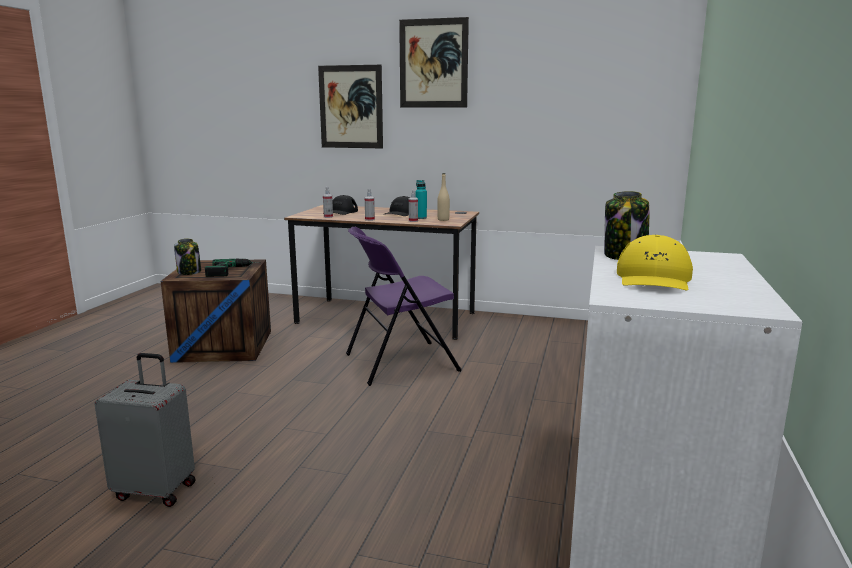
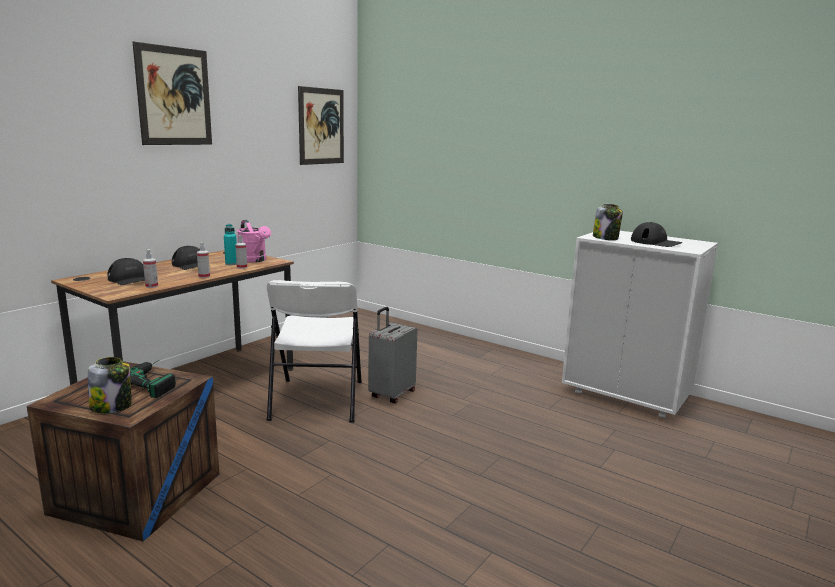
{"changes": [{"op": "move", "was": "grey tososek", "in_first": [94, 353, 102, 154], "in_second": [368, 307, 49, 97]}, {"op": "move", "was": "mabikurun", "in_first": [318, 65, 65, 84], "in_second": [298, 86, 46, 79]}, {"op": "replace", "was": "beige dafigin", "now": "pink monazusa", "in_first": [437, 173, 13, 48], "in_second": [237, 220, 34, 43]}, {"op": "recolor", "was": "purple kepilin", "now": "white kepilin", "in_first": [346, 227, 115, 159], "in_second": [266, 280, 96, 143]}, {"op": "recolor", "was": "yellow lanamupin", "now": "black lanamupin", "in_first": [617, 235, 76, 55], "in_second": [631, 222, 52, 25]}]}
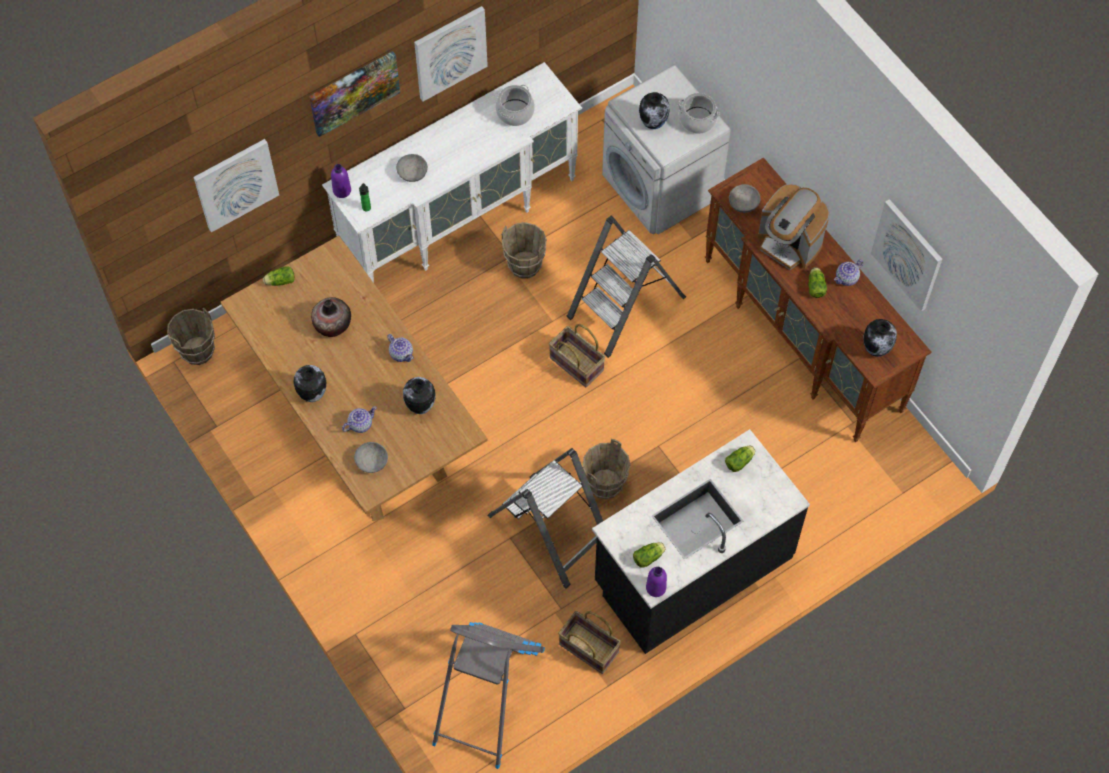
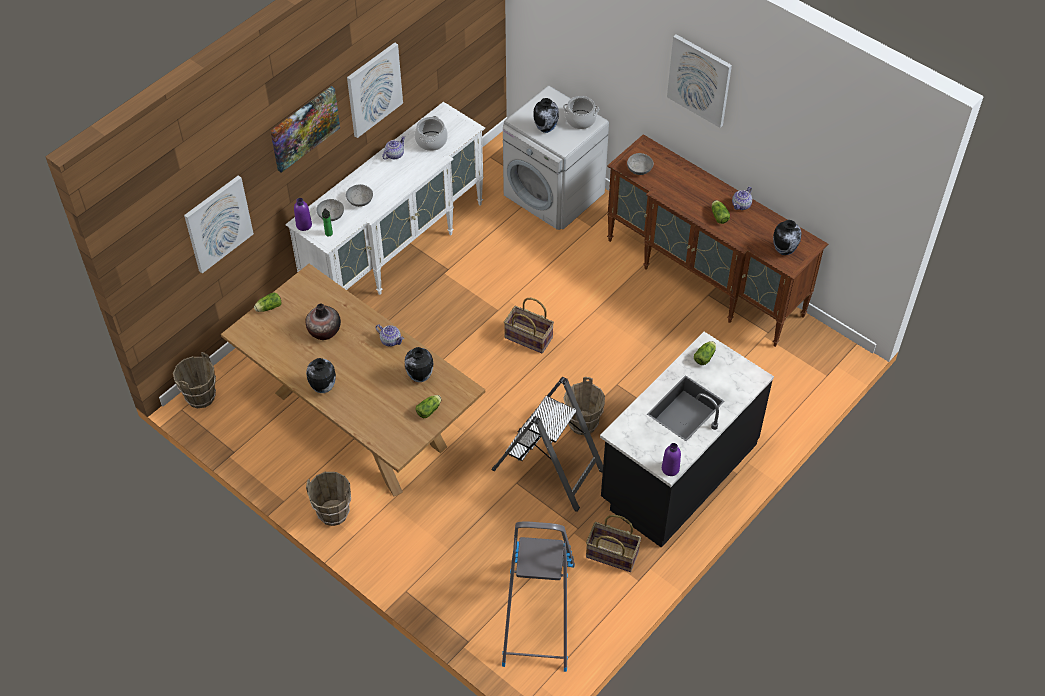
{"changes": [{"op": "delete", "was": "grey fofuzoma", "in_first": [567, 216, 119, 142]}, {"op": "delete", "was": "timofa", "in_first": [757, 184, 73, 86]}, {"op": "move", "was": "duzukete", "in_first": [342, 406, 35, 27], "in_second": [382, 136, 23, 23]}, {"op": "move", "was": "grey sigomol", "in_first": [354, 442, 34, 31], "in_second": [316, 199, 28, 22]}, {"op": "move", "was": "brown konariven", "in_first": [502, 222, 45, 57], "in_second": [306, 472, 45, 54]}, {"op": "move", "was": "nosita", "in_first": [633, 542, 33, 26], "in_second": [415, 395, 27, 23]}, {"op": "move", "was": "mabikurun", "in_first": [871, 199, 71, 112], "in_second": [667, 34, 65, 94]}]}
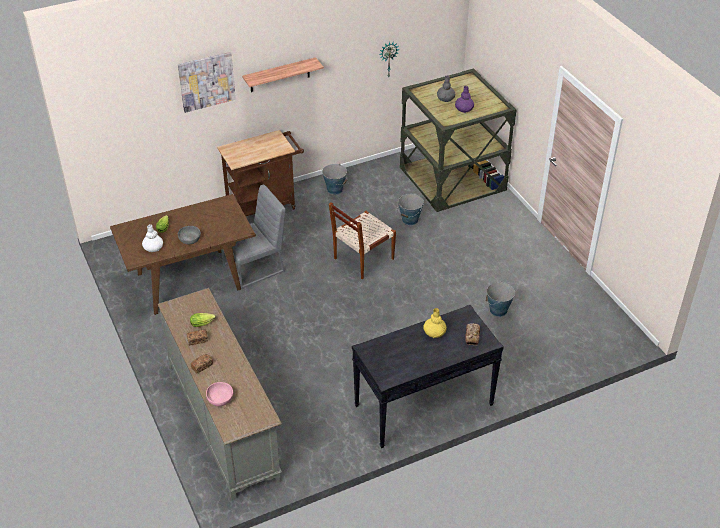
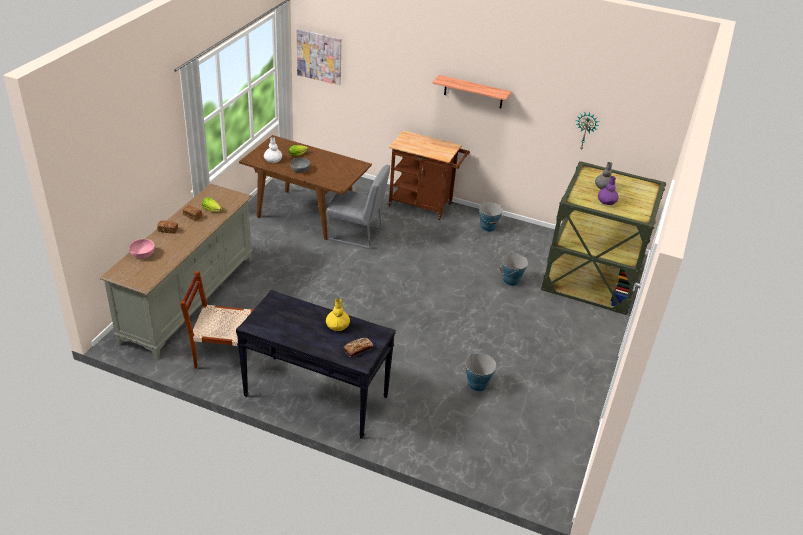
{"changes": [{"op": "move", "was": "mabikurun", "in_first": [178, 52, 58, 61], "in_second": [297, 29, 45, 56]}, {"op": "move", "was": "kepilin", "in_first": [329, 202, 67, 78], "in_second": [180, 271, 74, 98]}]}
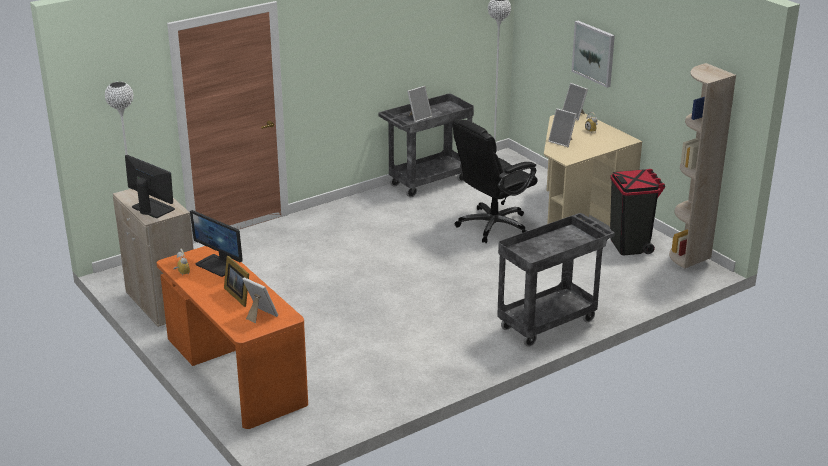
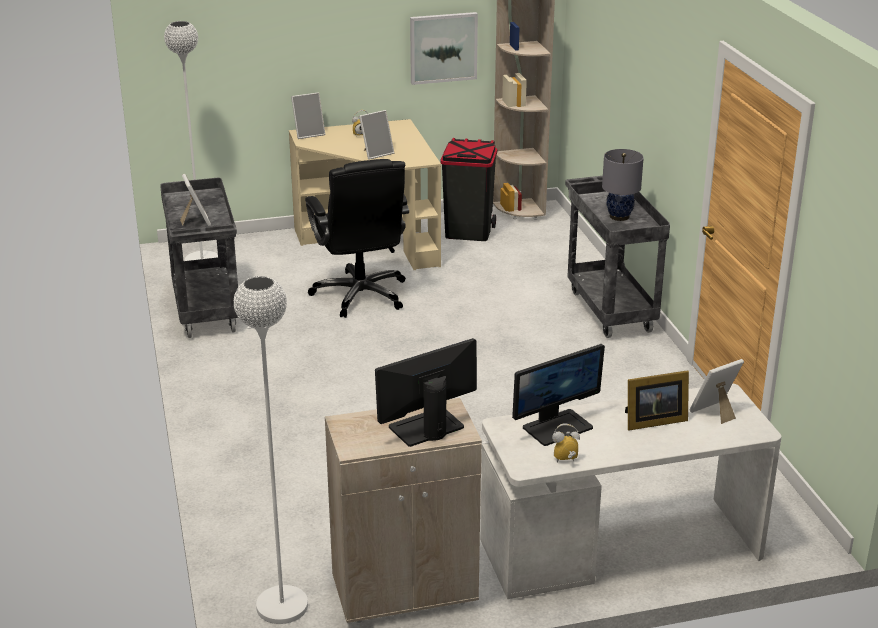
{"changes": [{"op": "insert", "now": "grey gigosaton", "in_second": [602, 149, 42, 72]}, {"op": "move", "was": "mabikurun", "in_first": [572, 21, 43, 67], "in_second": [410, 12, 68, 73]}, {"op": "recolor", "was": "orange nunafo", "now": "white nunafo", "in_first": [157, 246, 151, 183], "in_second": [480, 384, 302, 215]}]}
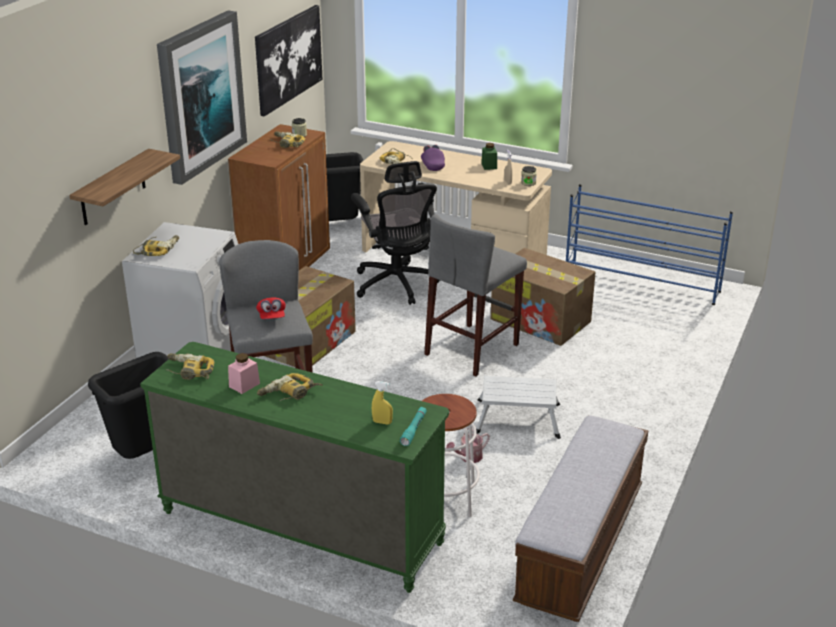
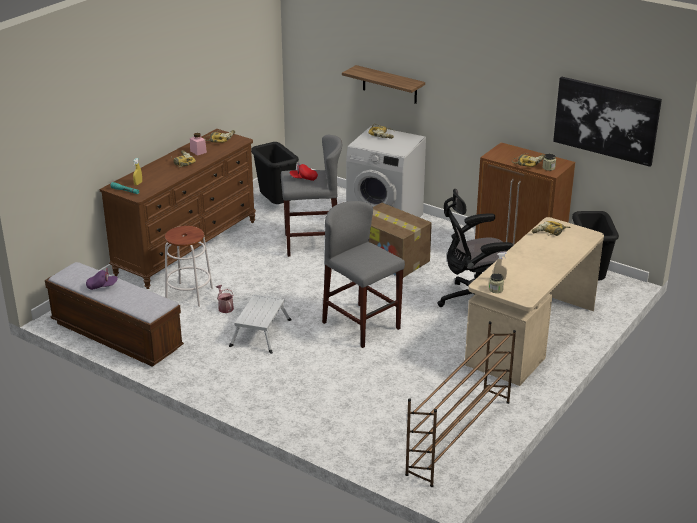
{"changes": [{"op": "delete", "was": "mabikurun", "in_first": [157, 11, 90, 174]}, {"op": "delete", "was": "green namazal", "in_first": [481, 143, 16, 27]}, {"op": "delete", "was": "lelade", "in_first": [491, 248, 104, 98]}, {"op": "move", "was": "purple lanamupin", "in_first": [421, 145, 24, 26], "in_second": [86, 268, 32, 22]}, {"op": "recolor", "was": "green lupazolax", "now": "brown lupazolax", "in_first": [140, 342, 309, 251], "in_second": [99, 129, 157, 160]}, {"op": "recolor", "was": "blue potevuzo", "now": "brown potevuzo", "in_first": [566, 184, 167, 121], "in_second": [405, 321, 111, 166]}]}
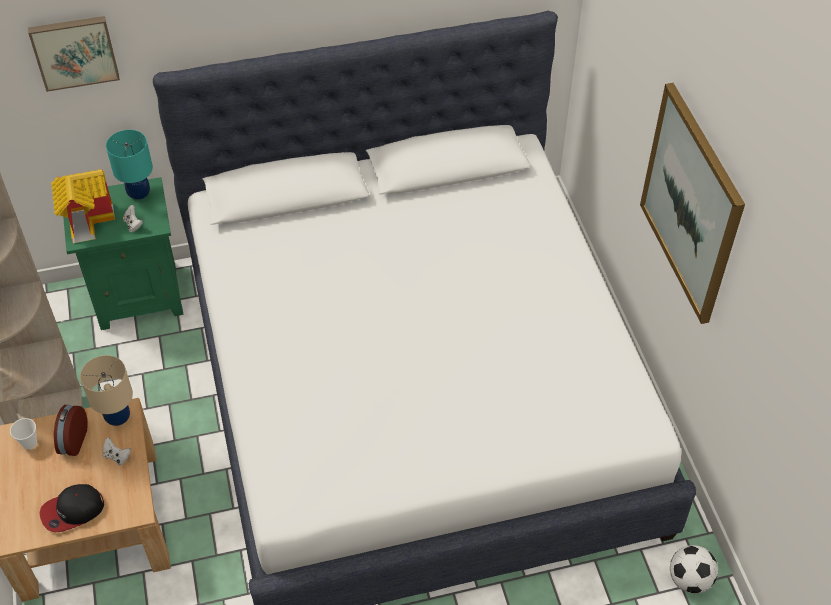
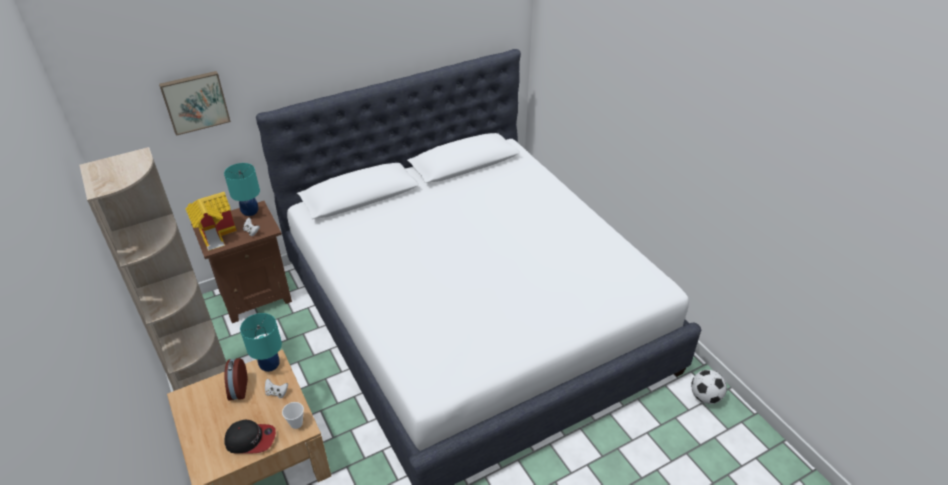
{"changes": [{"op": "delete", "was": "mabikurun", "in_first": [640, 83, 105, 241]}, {"op": "move", "was": "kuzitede", "in_first": [10, 418, 27, 31], "in_second": [282, 402, 22, 27]}, {"op": "recolor", "was": "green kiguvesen", "now": "brown kiguvesen", "in_first": [63, 177, 120, 153], "in_second": [191, 201, 101, 122]}, {"op": "recolor", "was": "beige gigosaton", "now": "turquoise gigosaton", "in_first": [80, 355, 53, 71], "in_second": [240, 313, 42, 59]}, {"op": "rotate", "was": "lanamupin", "in_first": [39, 484, 65, 48], "in_second": [224, 420, 52, 34], "clockwise": -135}]}
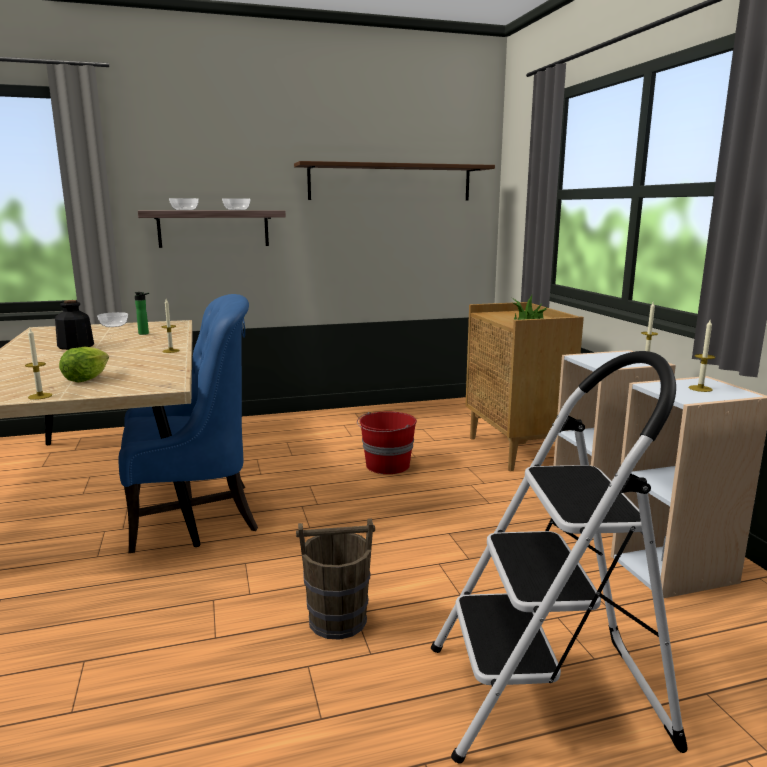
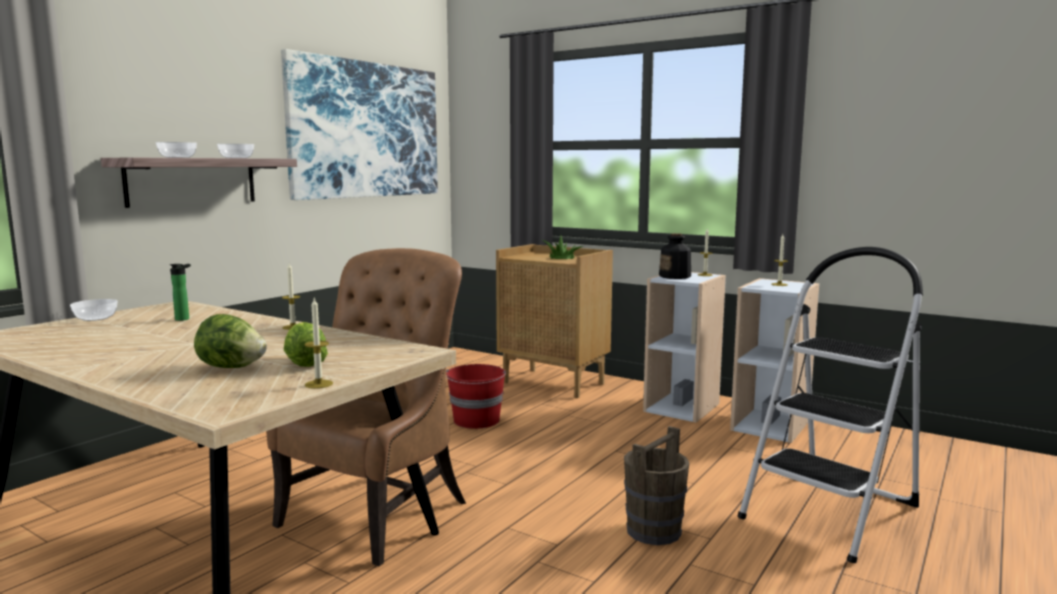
{"changes": [{"op": "insert", "now": "nosita", "in_second": [194, 314, 73, 54]}, {"op": "move", "was": "dafigin", "in_first": [55, 300, 39, 50], "in_second": [659, 233, 32, 46]}, {"op": "replace", "was": "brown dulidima", "now": "mabikurun", "in_first": [294, 161, 201, 39], "in_second": [281, 49, 157, 151]}, {"op": "recolor", "was": "blue kepilin", "now": "brown kepilin", "in_first": [118, 294, 140, 259], "in_second": [266, 248, 200, 318]}]}
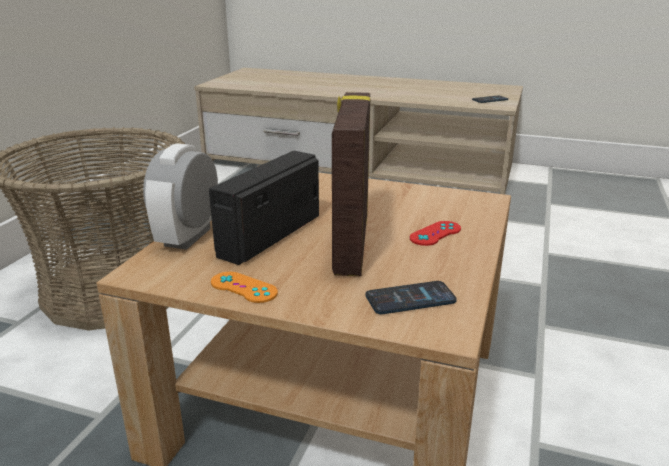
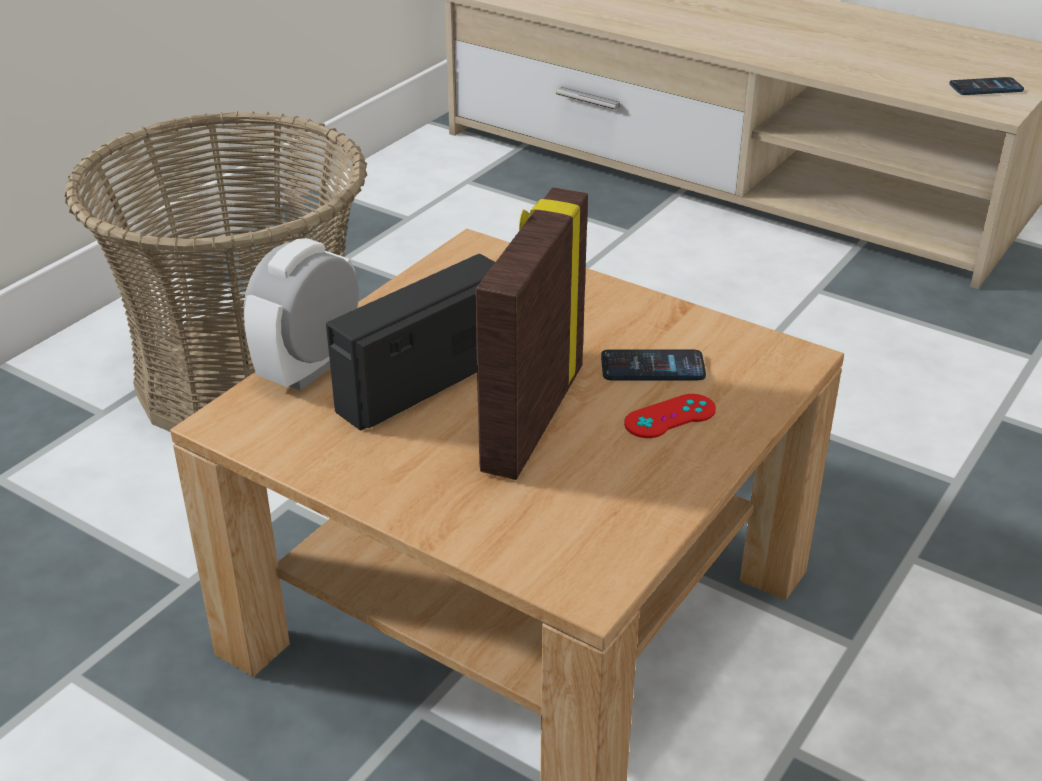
{"changes": [{"op": "delete", "was": "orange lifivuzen", "in_first": [211, 272, 67, 31]}, {"op": "move", "was": "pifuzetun", "in_first": [366, 281, 91, 33], "in_second": [601, 350, 105, 30]}]}
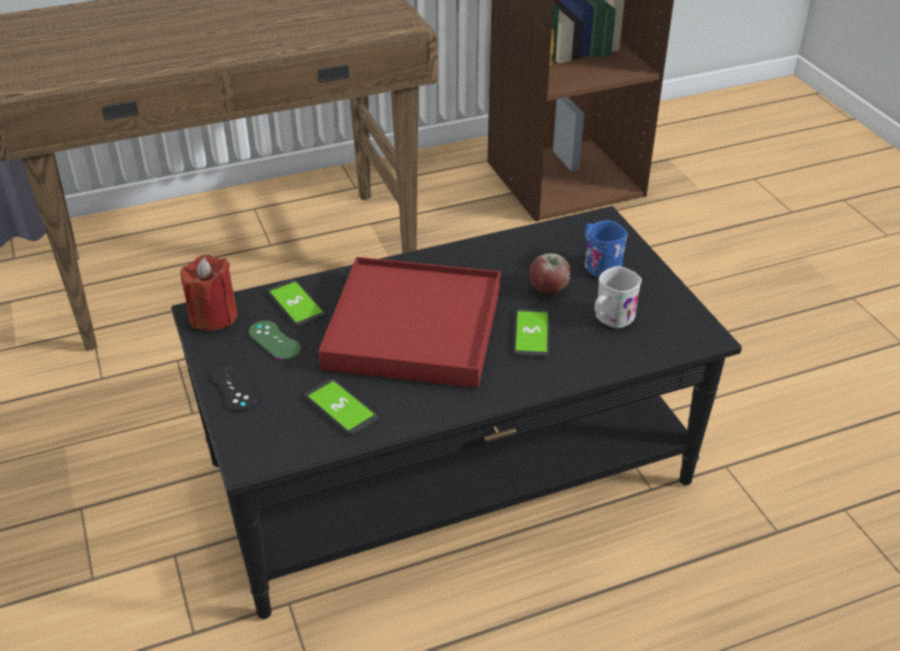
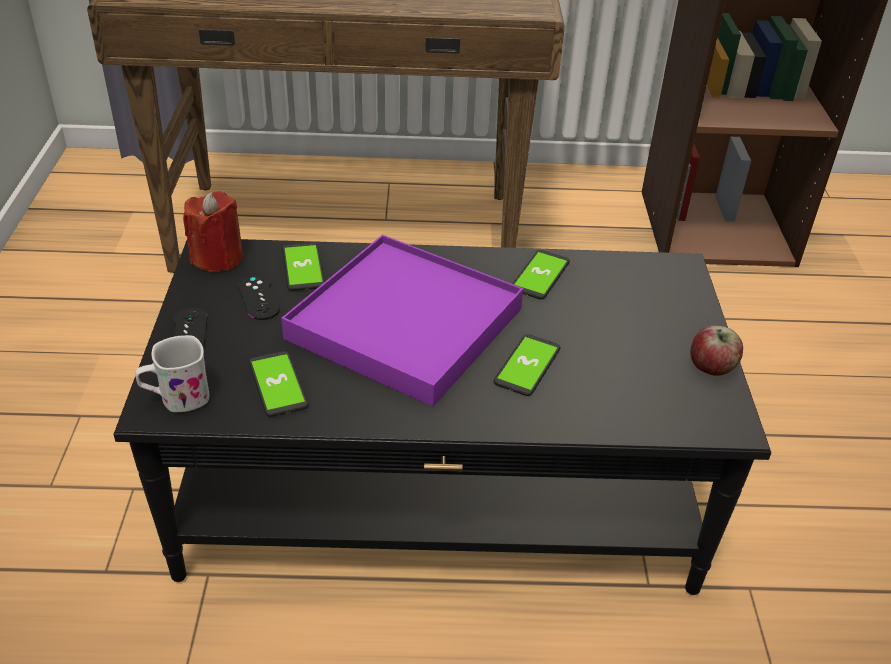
{"changes": [{"op": "delete", "was": "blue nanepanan", "in_first": [584, 220, 44, 58]}, {"op": "insert", "now": "pifuzetun", "in_second": [513, 250, 57, 50]}, {"op": "move", "was": "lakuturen", "in_first": [530, 253, 41, 41], "in_second": [691, 325, 52, 51]}, {"op": "move", "was": "white nanepanan", "in_first": [594, 266, 48, 62], "in_second": [135, 335, 74, 77]}, {"op": "recolor", "was": "green lifivuzen", "now": "black lifivuzen", "in_first": [249, 321, 52, 39], "in_second": [238, 274, 42, 46]}, {"op": "recolor", "was": "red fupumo", "now": "purple fupumo", "in_first": [318, 257, 183, 131], "in_second": [281, 235, 242, 172]}]}
